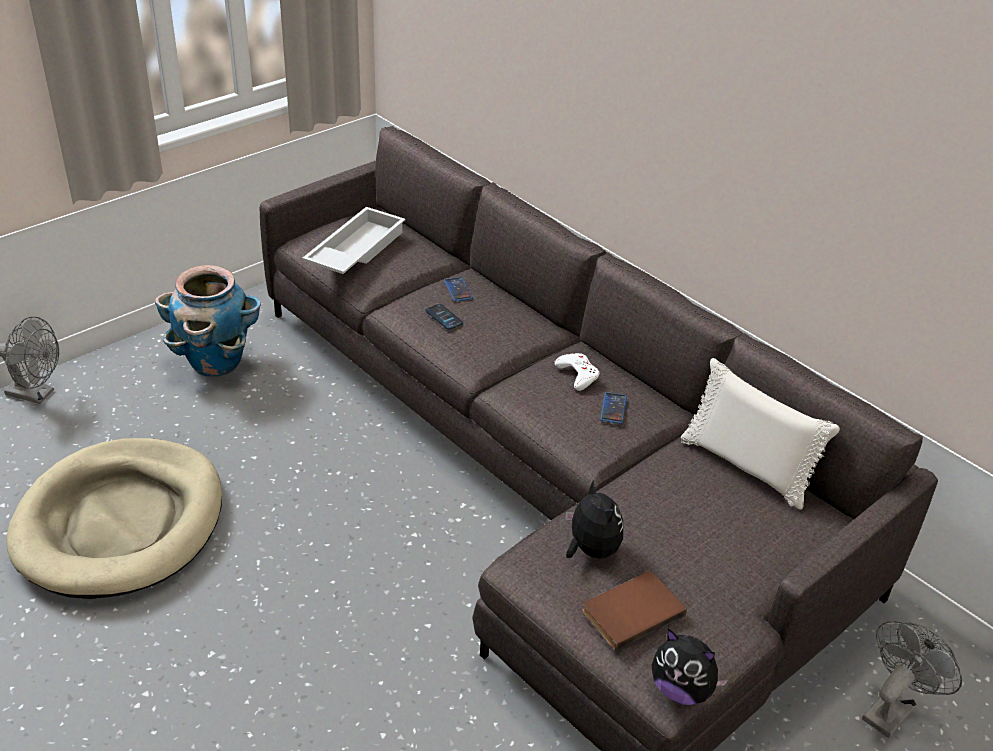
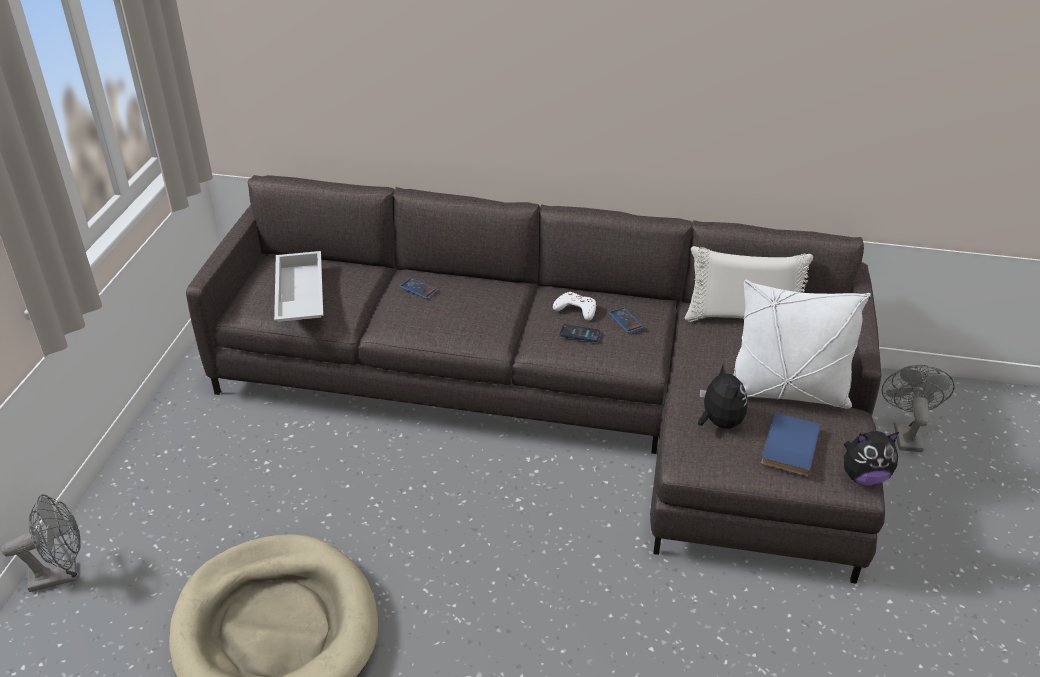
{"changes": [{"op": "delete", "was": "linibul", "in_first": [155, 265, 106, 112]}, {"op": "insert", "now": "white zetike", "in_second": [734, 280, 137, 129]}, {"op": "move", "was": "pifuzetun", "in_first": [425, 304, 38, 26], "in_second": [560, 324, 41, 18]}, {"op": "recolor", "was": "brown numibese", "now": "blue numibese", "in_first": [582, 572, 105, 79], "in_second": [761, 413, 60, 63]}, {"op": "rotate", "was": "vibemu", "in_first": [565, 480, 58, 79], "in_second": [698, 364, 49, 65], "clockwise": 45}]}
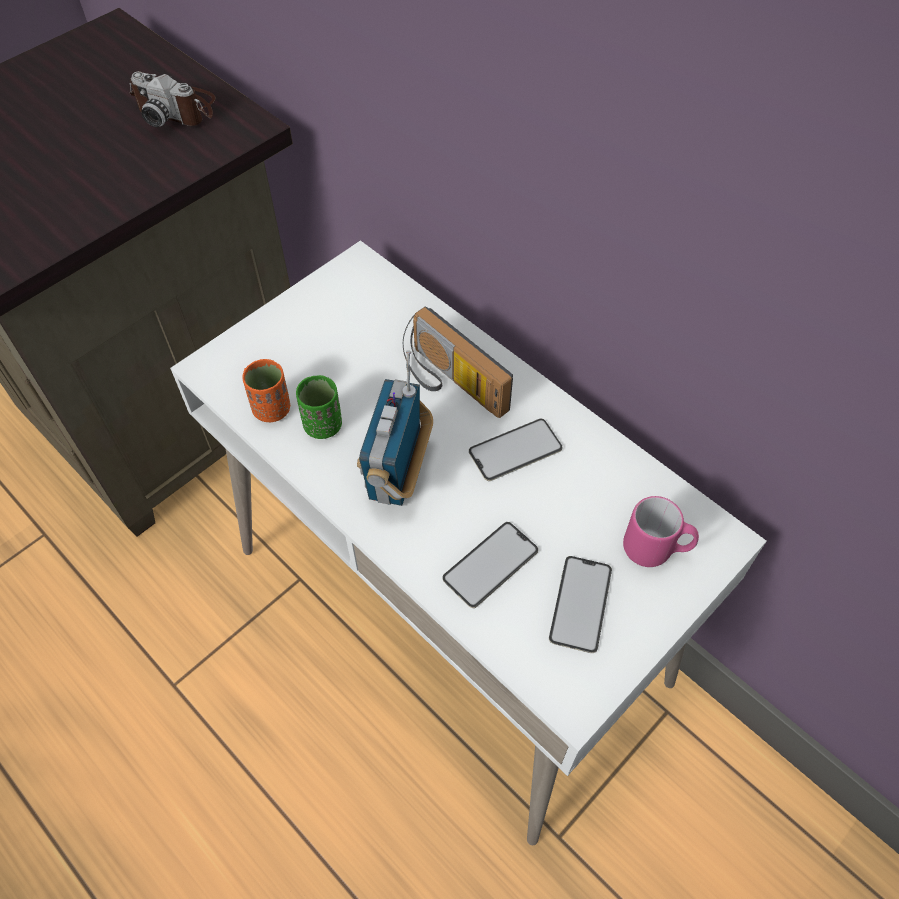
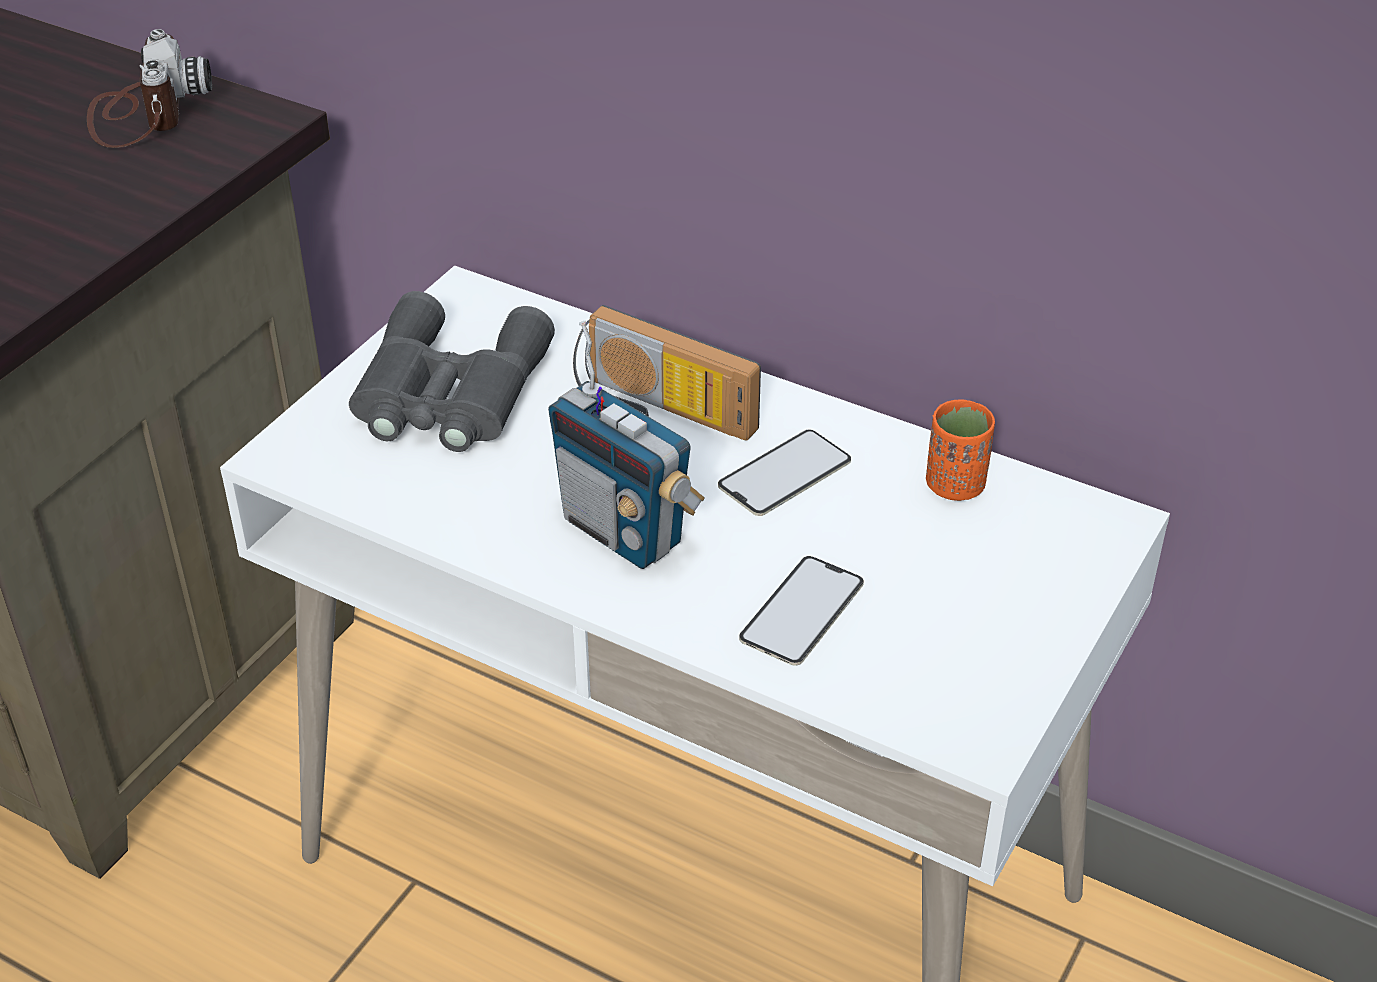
{"changes": [{"op": "delete", "was": "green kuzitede", "in_first": [296, 375, 46, 64]}, {"op": "delete", "was": "pifuzetun", "in_first": [549, 556, 63, 97]}, {"op": "delete", "was": "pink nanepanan", "in_first": [623, 496, 76, 71]}, {"op": "insert", "now": "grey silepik", "in_second": [349, 291, 206, 161]}, {"op": "move", "was": "orange kuzitede", "in_first": [243, 359, 47, 63], "in_second": [926, 400, 69, 101]}, {"op": "rotate", "was": "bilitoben", "in_first": [129, 71, 87, 56], "in_second": [87, 29, 125, 119], "clockwise": -105}, {"op": "rotate", "was": "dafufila", "in_first": [357, 350, 76, 156], "in_second": [548, 321, 157, 248], "clockwise": -45}]}
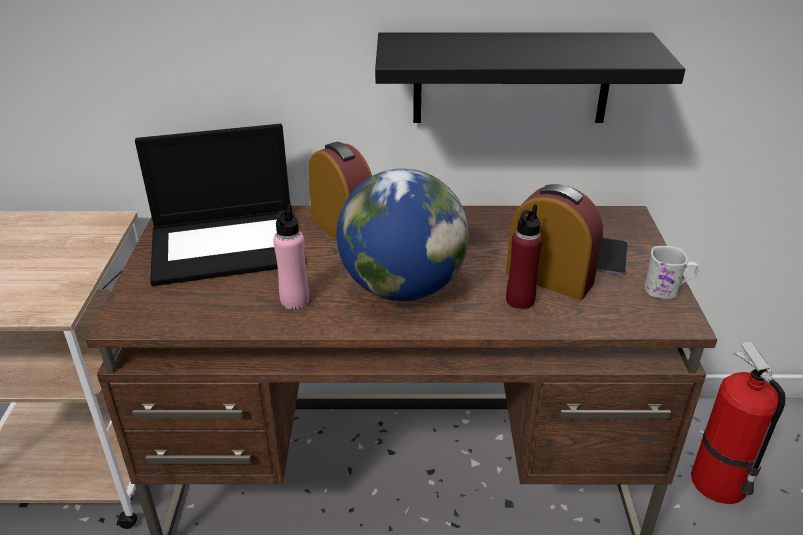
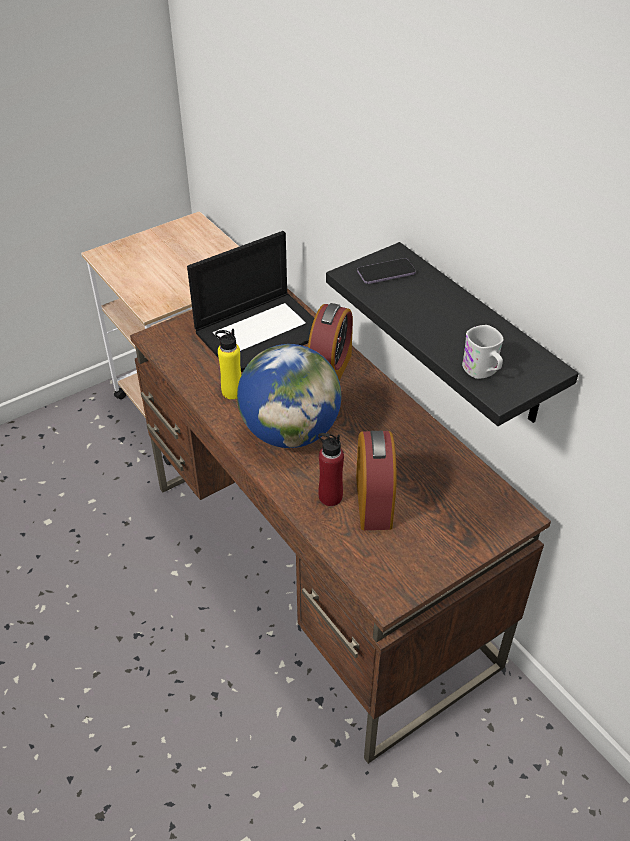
{"changes": [{"op": "delete", "was": "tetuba", "in_first": [691, 341, 94, 163]}, {"op": "move", "was": "pifuzetun", "in_first": [597, 238, 31, 37], "in_second": [357, 258, 59, 26]}, {"op": "move", "was": "white nanepanan", "in_first": [644, 246, 55, 53], "in_second": [462, 325, 42, 54]}, {"op": "recolor", "was": "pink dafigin", "now": "yellow dafigin", "in_first": [273, 204, 36, 105], "in_second": [215, 329, 26, 70]}, {"op": "rotate", "was": "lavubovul", "in_first": [135, 124, 158, 162], "in_second": [187, 231, 127, 141], "clockwise": -75}]}
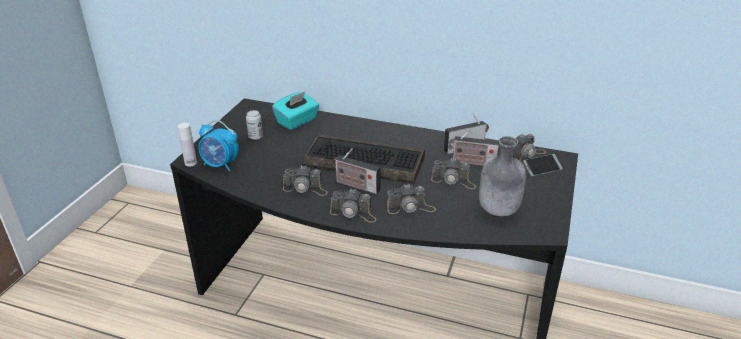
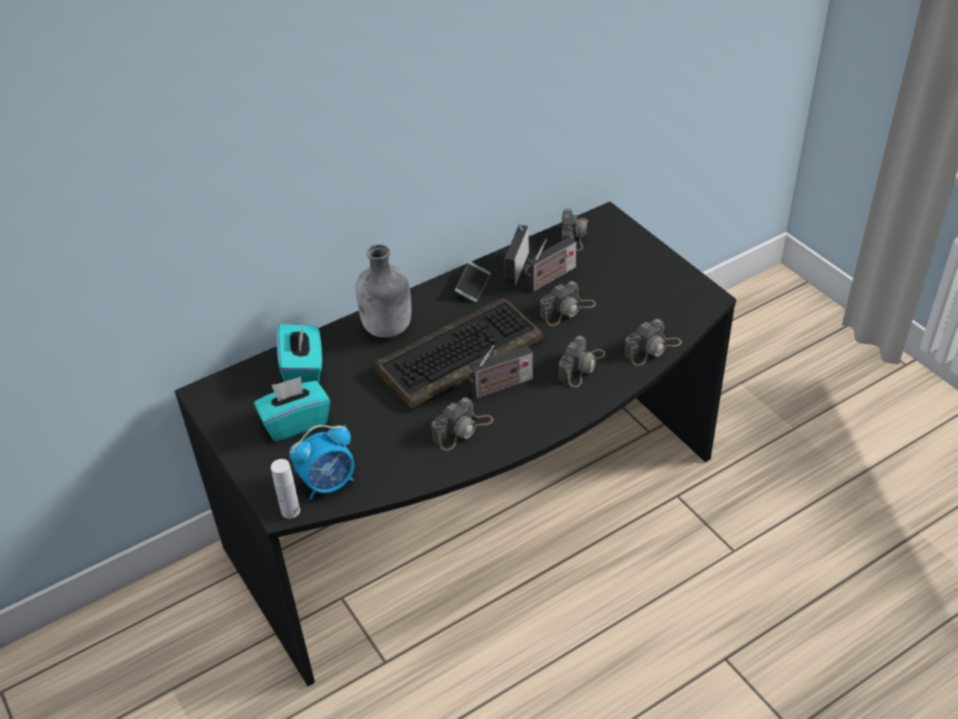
{"changes": [{"op": "move", "was": "bilitoben", "in_first": [330, 189, 46, 34], "in_second": [624, 319, 58, 47]}, {"op": "move", "was": "grey dafigin", "in_first": [479, 136, 47, 81], "in_second": [356, 244, 55, 94]}, {"op": "move", "was": "pifuzetun", "in_first": [523, 154, 40, 22], "in_second": [455, 262, 36, 40]}, {"op": "replace", "was": "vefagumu", "now": "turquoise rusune", "in_first": [246, 110, 17, 30], "in_second": [254, 376, 76, 66]}]}
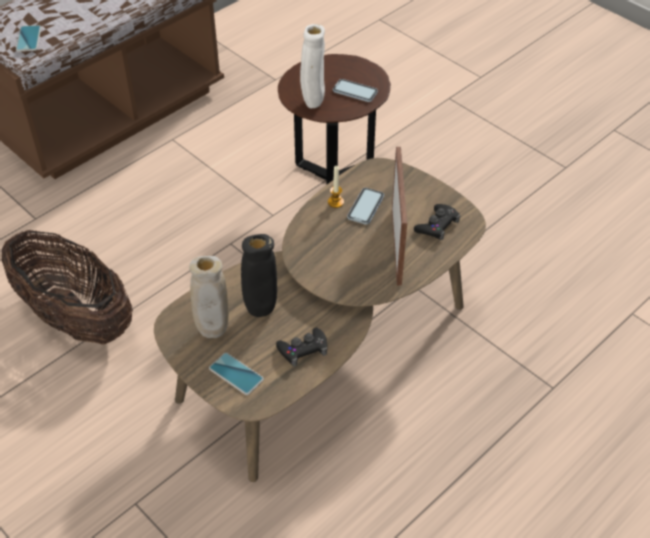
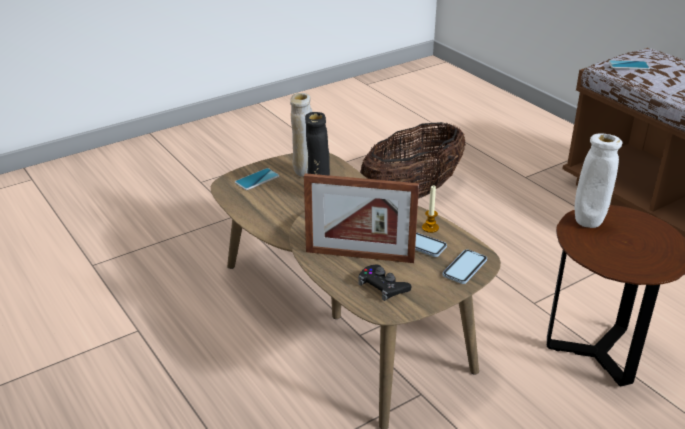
{"changes": [{"op": "delete", "was": "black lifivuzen", "in_first": [276, 328, 51, 39]}, {"op": "move", "was": "pifuzetun", "in_first": [333, 79, 45, 23], "in_second": [443, 249, 44, 35]}]}
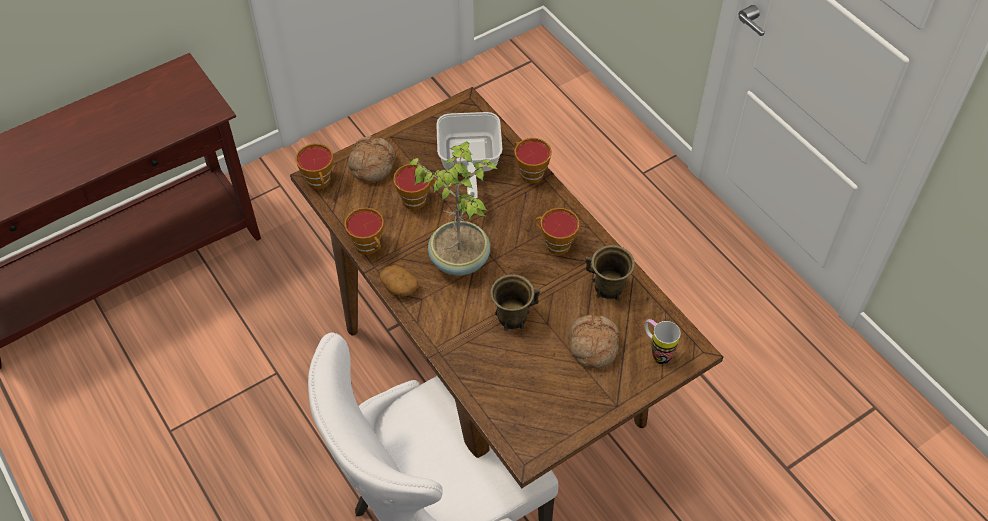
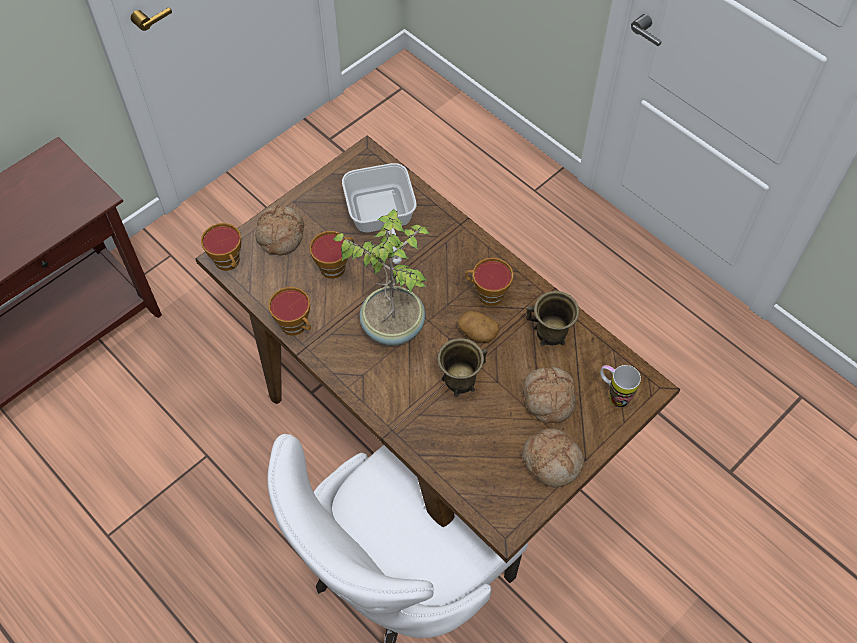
{"changes": [{"op": "delete", "was": "kuzitede", "in_first": [514, 138, 38, 46]}, {"op": "insert", "now": "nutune", "in_second": [522, 428, 62, 59]}, {"op": "move", "was": "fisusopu", "in_first": [380, 265, 38, 32], "in_second": [458, 311, 42, 32]}]}
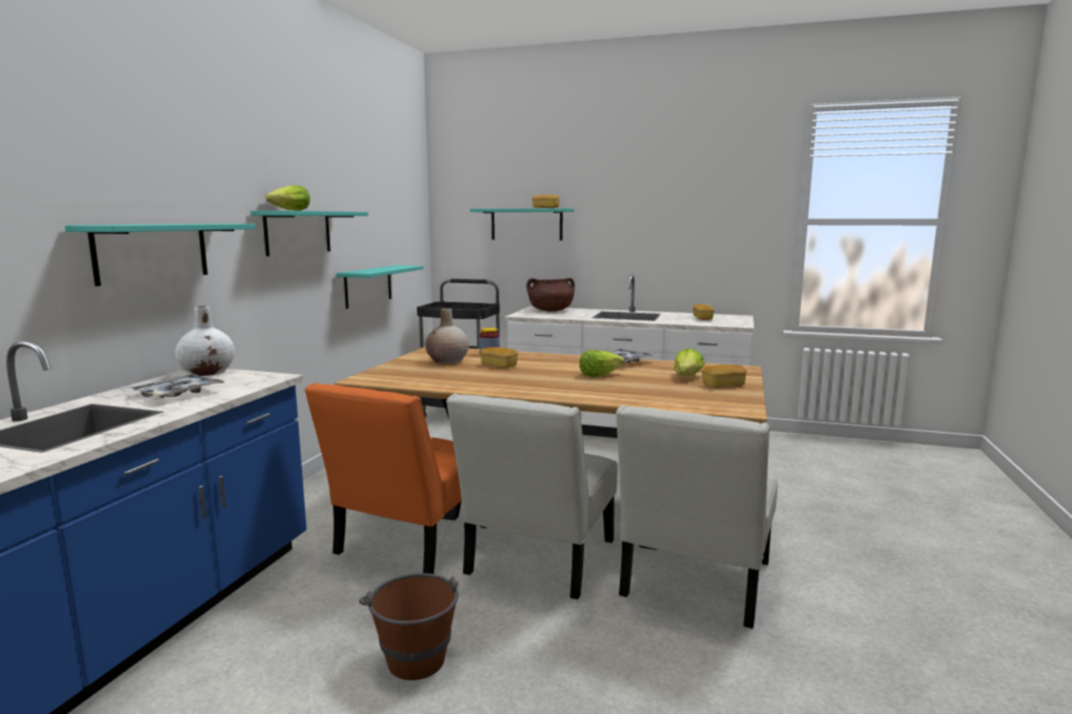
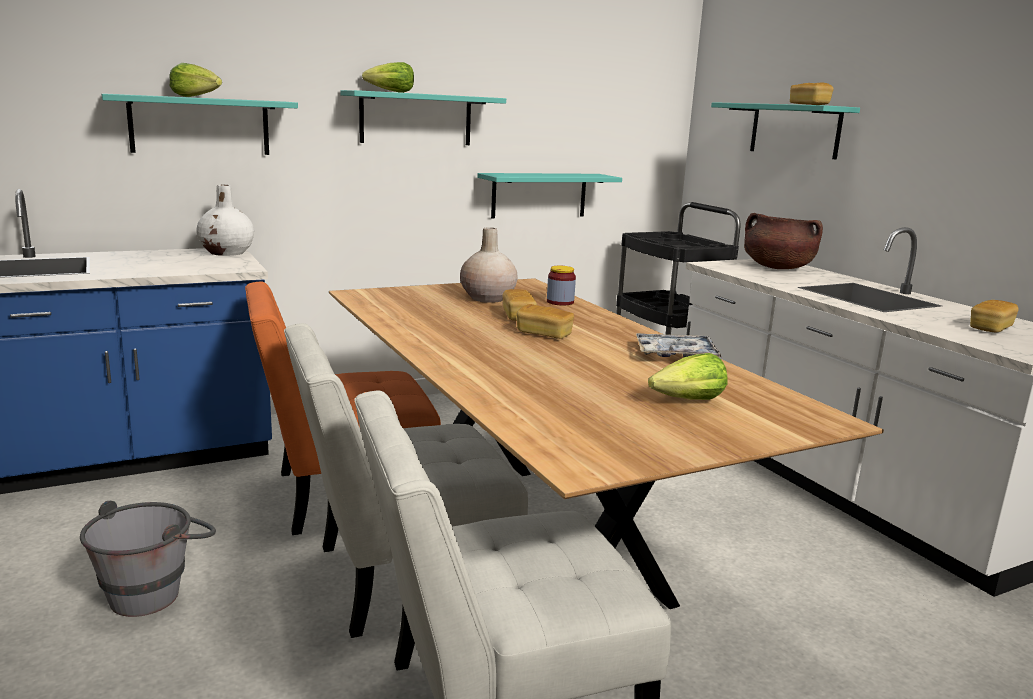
{"changes": [{"op": "delete", "was": "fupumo", "in_first": [131, 374, 94, 24]}, {"op": "move", "was": "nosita", "in_first": [579, 350, 46, 27], "in_second": [169, 63, 53, 34]}, {"op": "move", "was": "nutune", "in_first": [702, 365, 45, 22], "in_second": [516, 304, 58, 35]}, {"op": "recolor", "was": "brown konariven", "now": "grey konariven", "in_first": [359, 573, 99, 107], "in_second": [80, 501, 136, 116]}]}
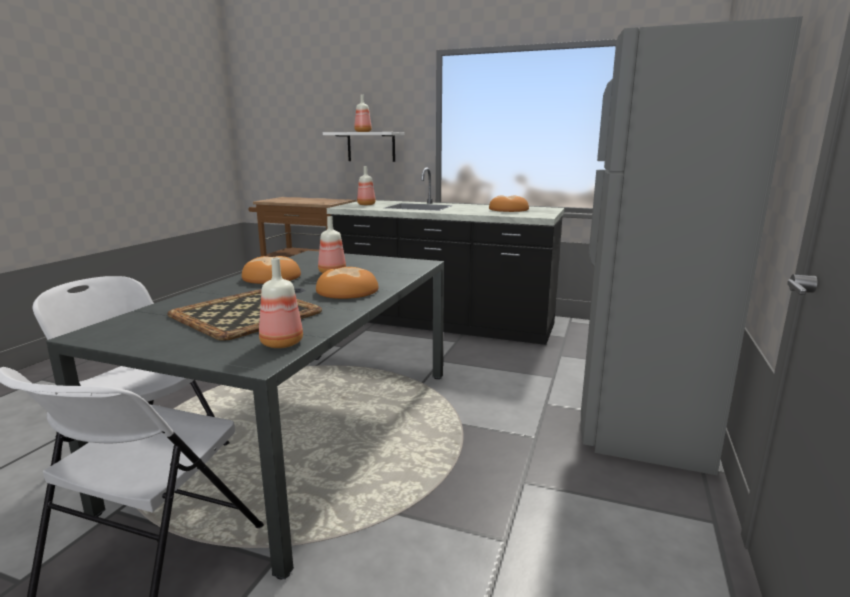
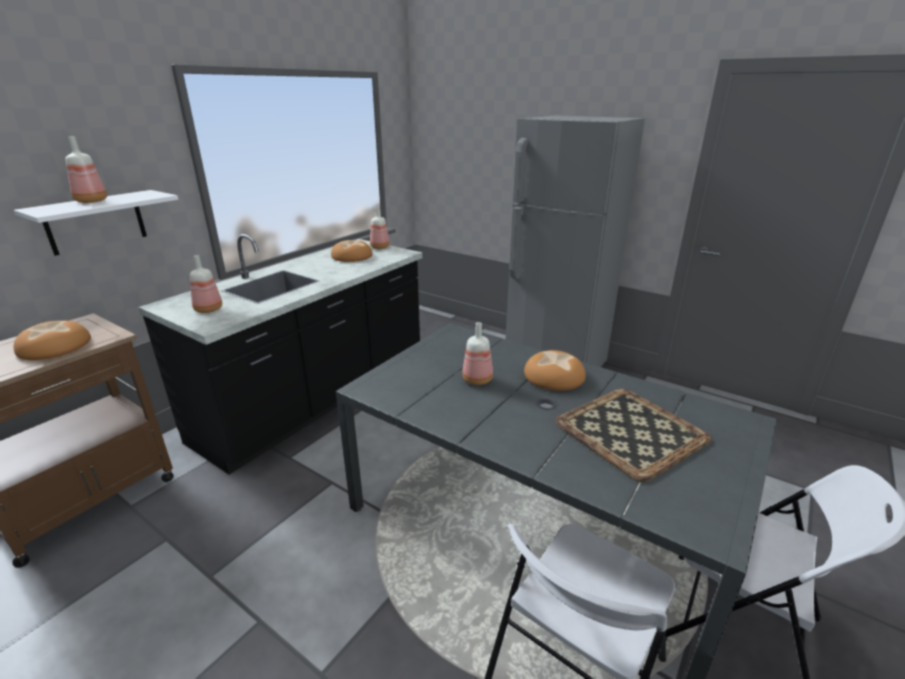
{"changes": [{"op": "move", "was": "nutune", "in_first": [242, 256, 59, 28], "in_second": [14, 321, 77, 39]}, {"op": "move", "was": "dafigin", "in_first": [259, 258, 44, 90], "in_second": [370, 207, 20, 42]}]}
